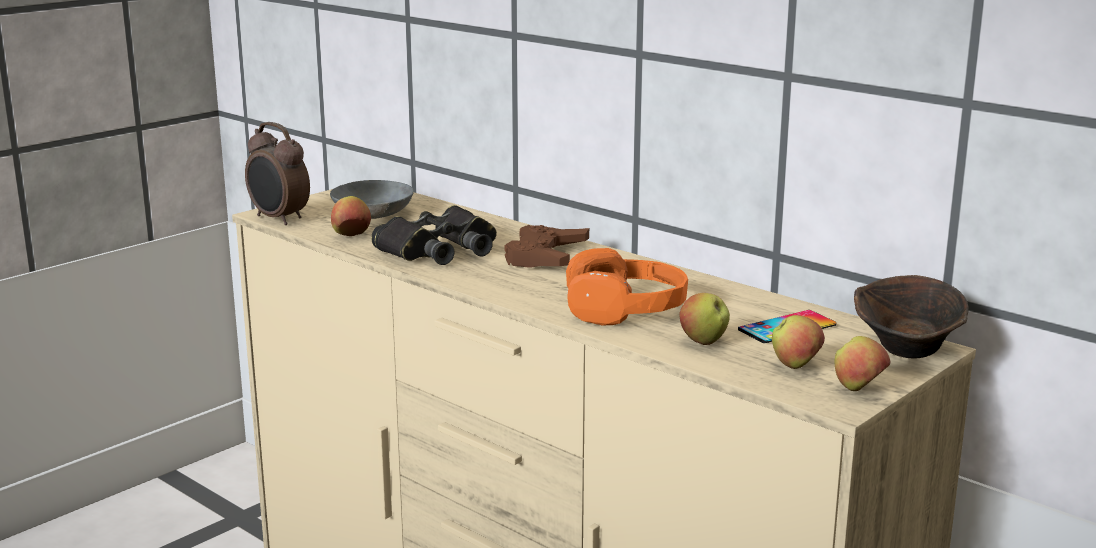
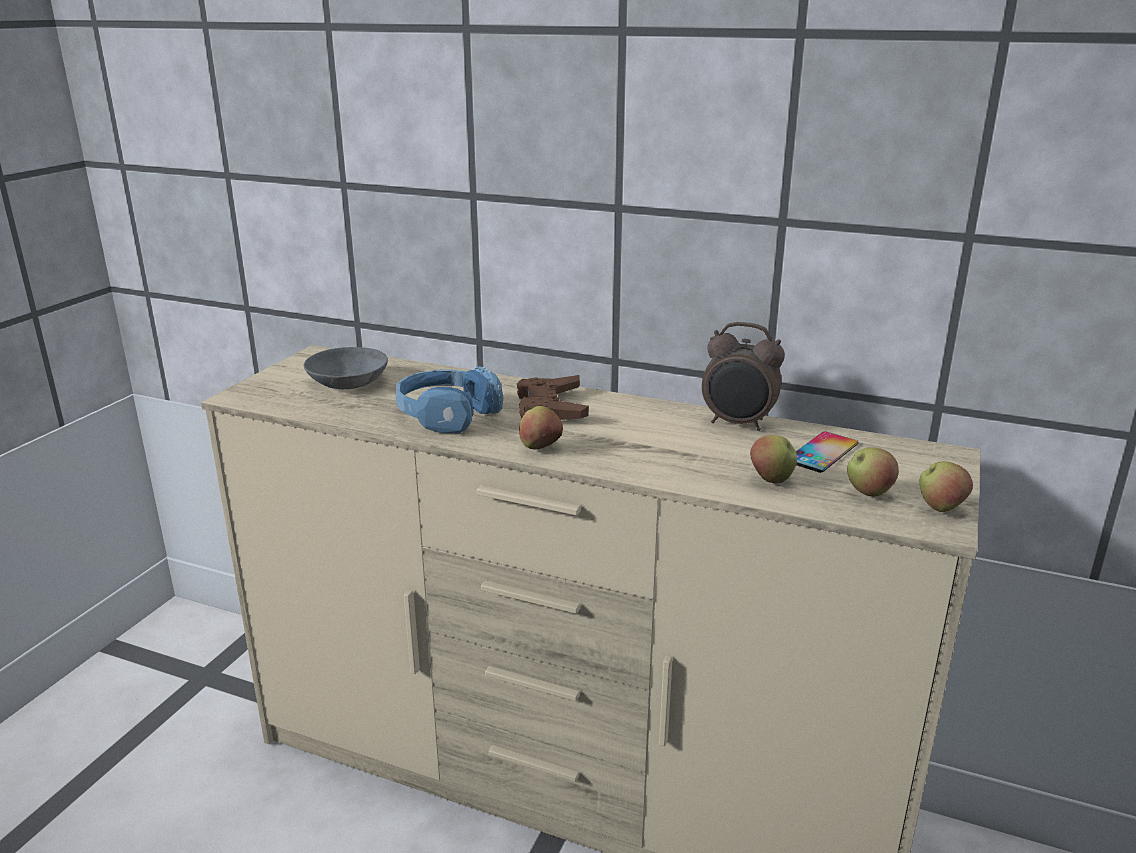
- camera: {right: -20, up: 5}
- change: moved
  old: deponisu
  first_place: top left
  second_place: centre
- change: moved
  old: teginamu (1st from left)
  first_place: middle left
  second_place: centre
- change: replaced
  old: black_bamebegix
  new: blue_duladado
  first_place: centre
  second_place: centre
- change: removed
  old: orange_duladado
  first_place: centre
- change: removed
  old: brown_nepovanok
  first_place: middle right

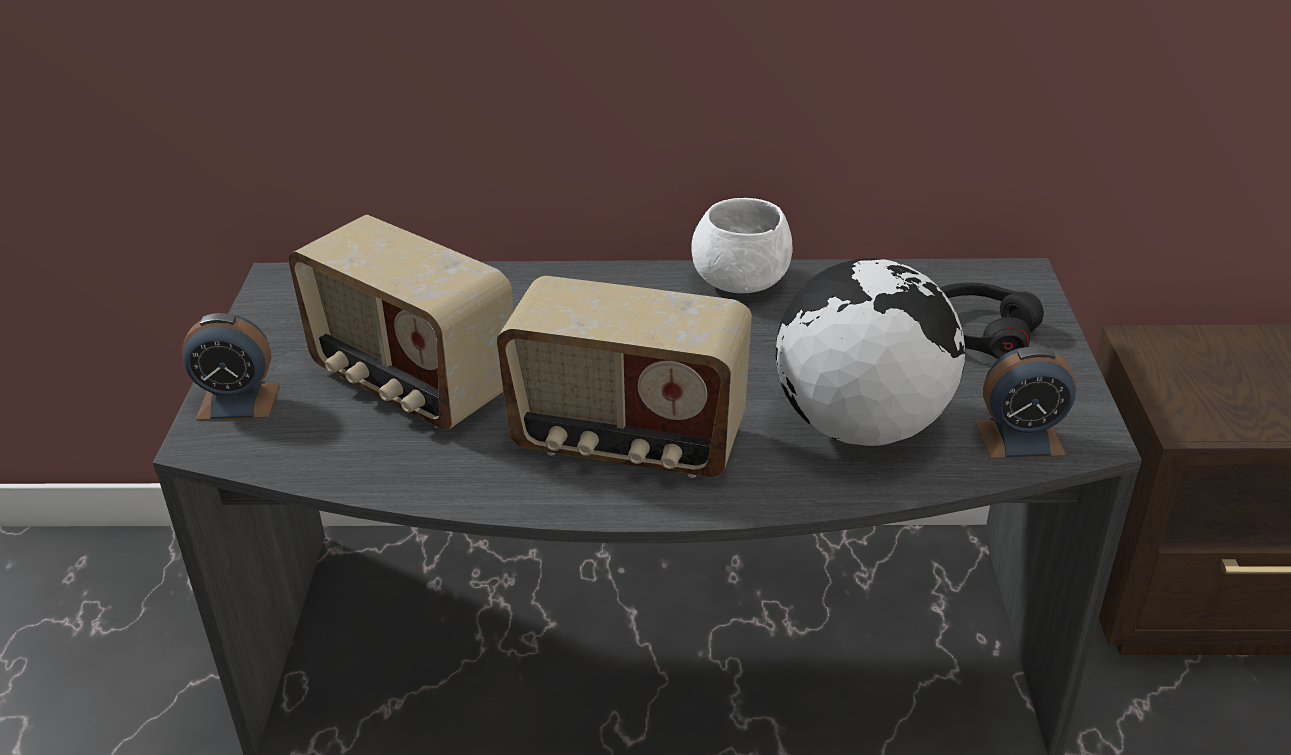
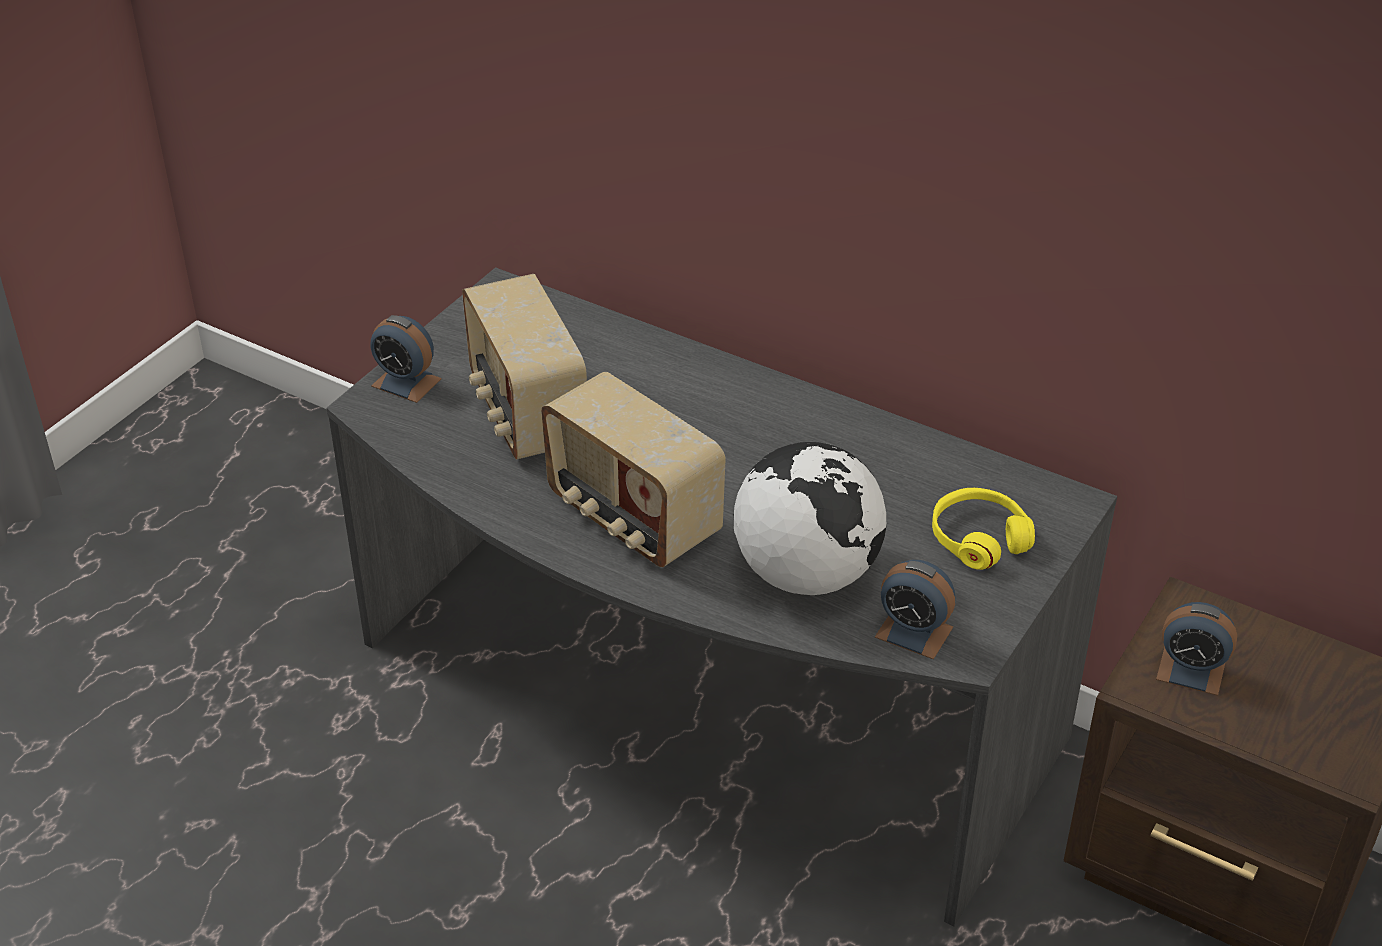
- camera: {right: 30, up: 5}
- change: removed
  old: white_nepovanok
  first_place: top centre
- change: recoloured
  old: black_duladado
  new: yellow_duladado
  first_place: middle right
  second_place: middle right
- change: added
  new: deponisu (3rd from left)
  second_place: bottom right

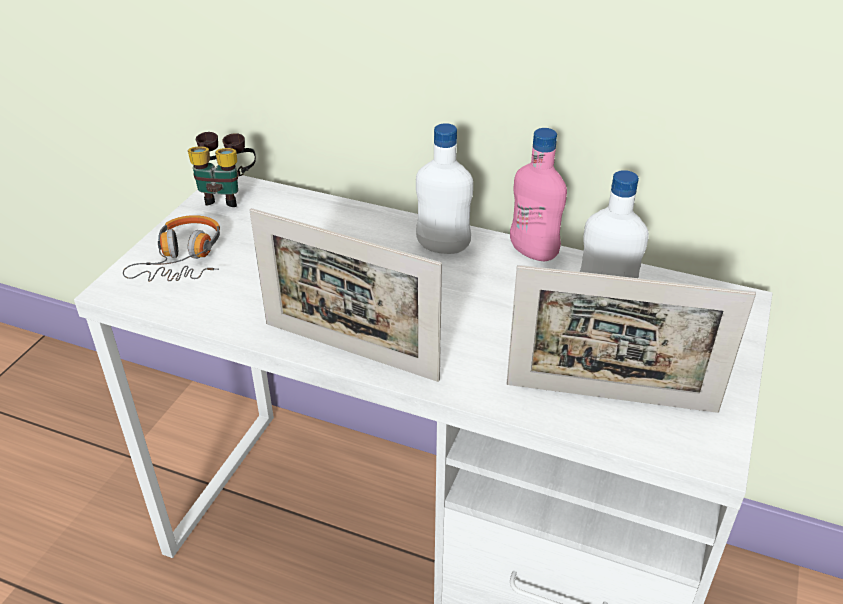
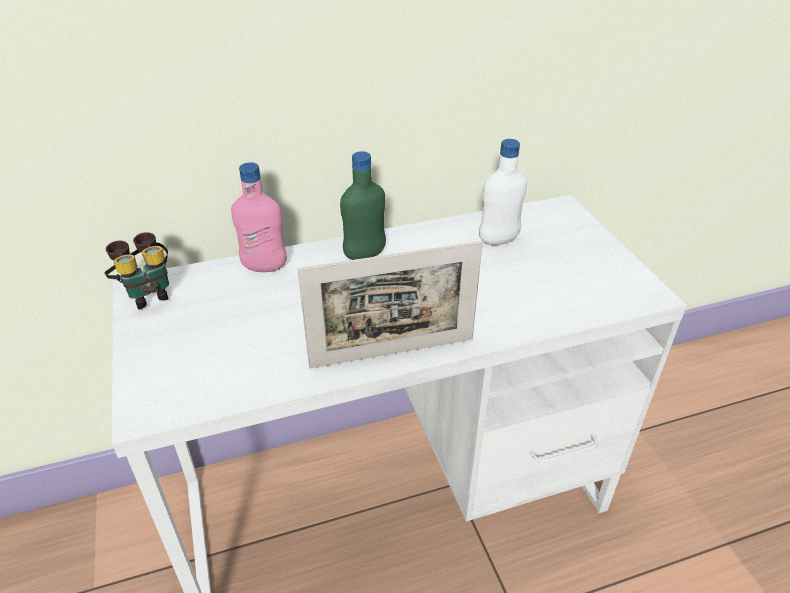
- camera: {right: -40, up: 0}
- change: removed
  old: duladado
  first_place: middle left
- change: recoloured
  old: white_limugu (1st from left)
  new: green_limugu
  first_place: top centre
  second_place: centre
- change: removed
  old: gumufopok (2nd from left)
  first_place: middle right
- change: moved
  old: pink_limugu
  first_place: top centre
  second_place: middle left

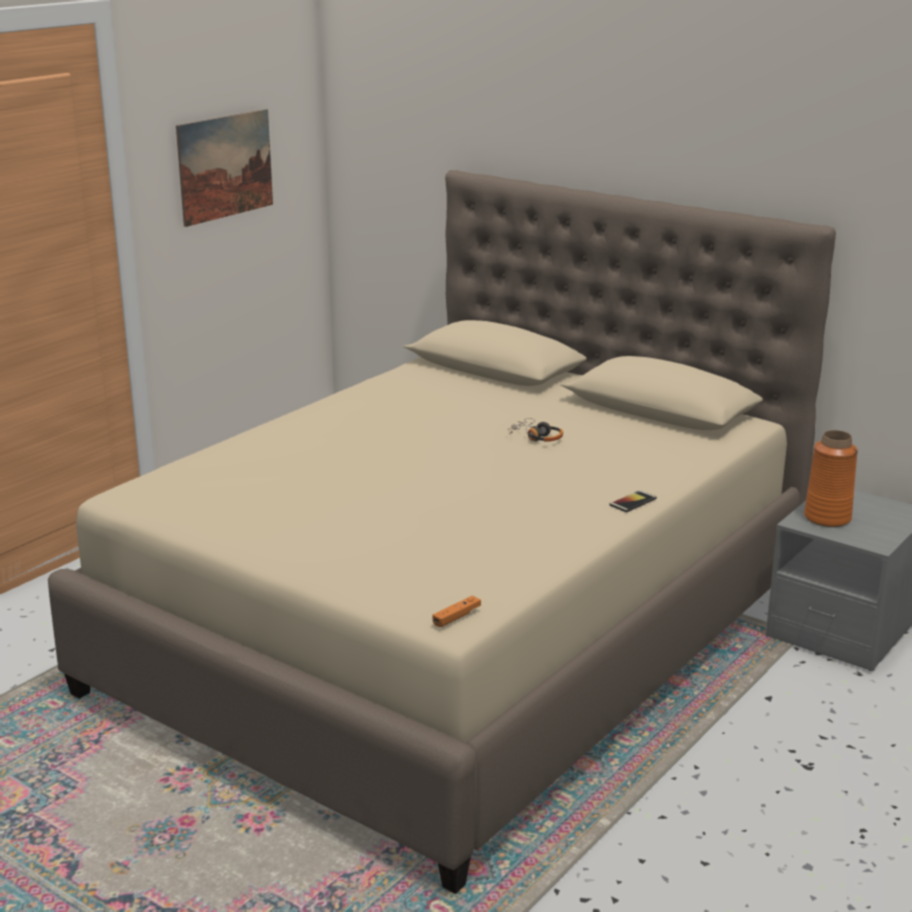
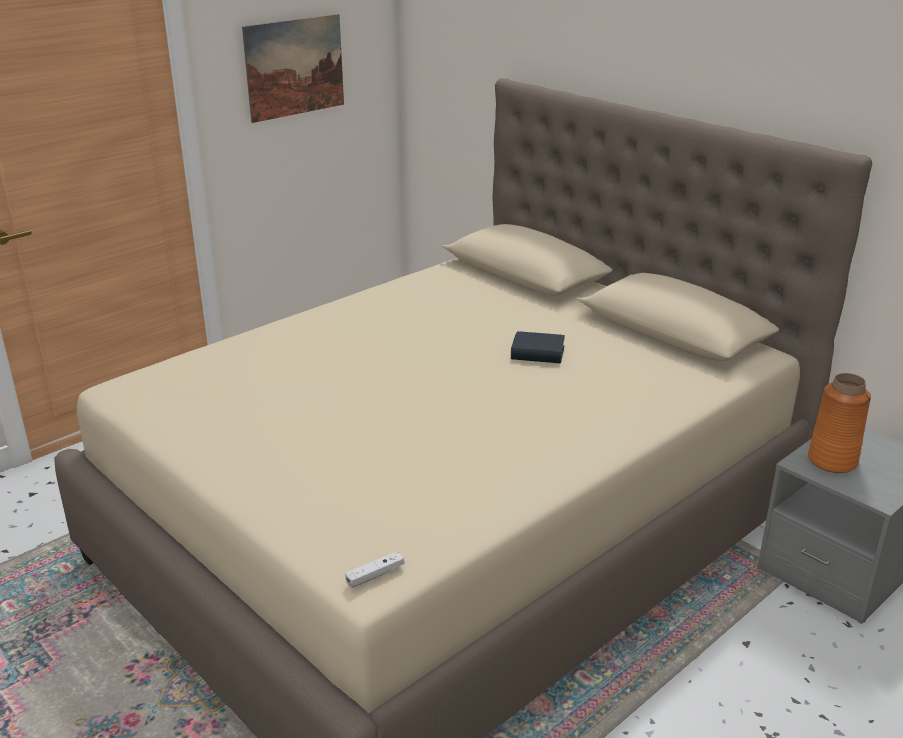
- camera: {right: 10, up: 5}
- change: recoloured
  old: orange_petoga
  new: white_petoga
  first_place: bottom centre
  second_place: bottom centre
- change: replaced
  old: duladado
  new: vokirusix
  first_place: centre
  second_place: centre
- change: removed
  old: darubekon
  first_place: middle right

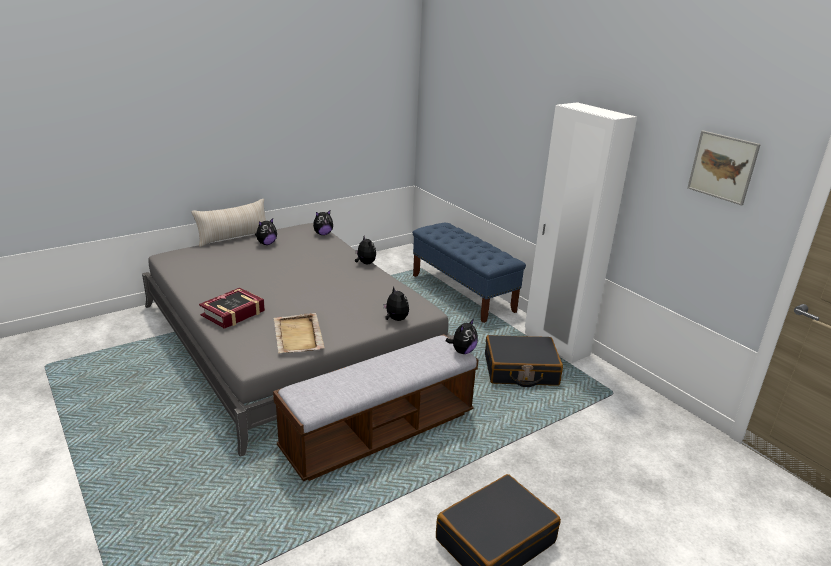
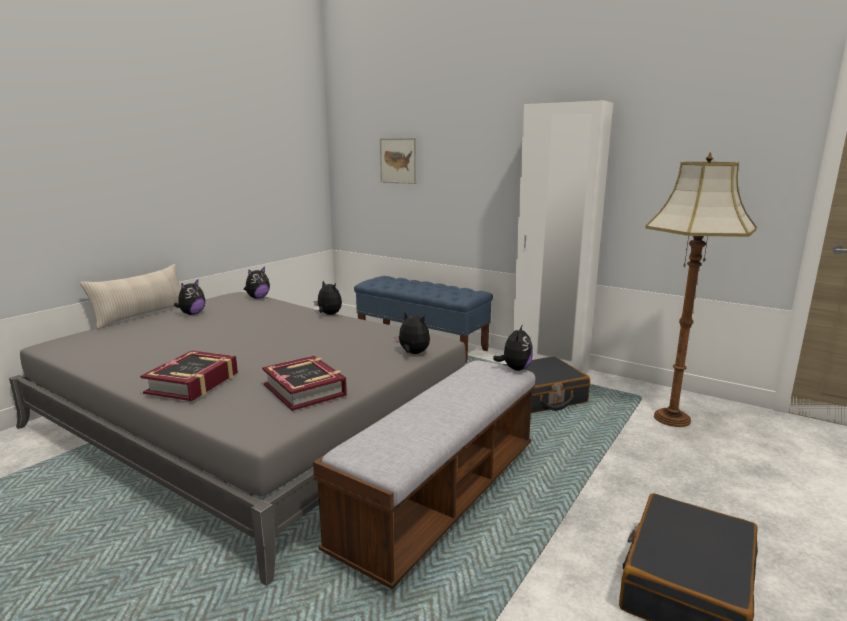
- camera: {right: -20, up: -10}
- change: replaced
  old: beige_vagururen
  new: vokirusix (2nd from left)
  first_place: centre
  second_place: centre
- change: moved
  old: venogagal
  first_place: top right
  second_place: top centre
- change: added
  new: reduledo
  second_place: middle right

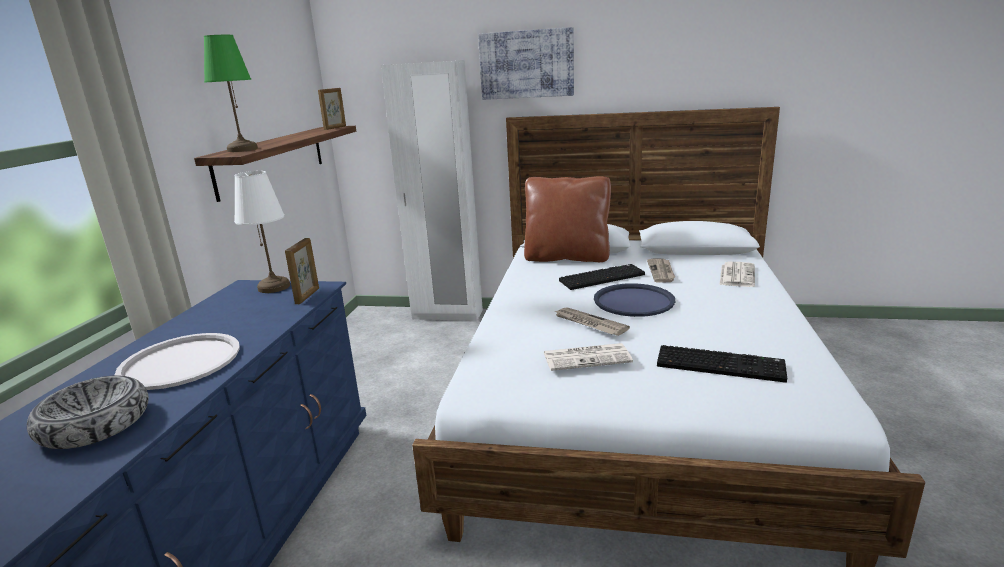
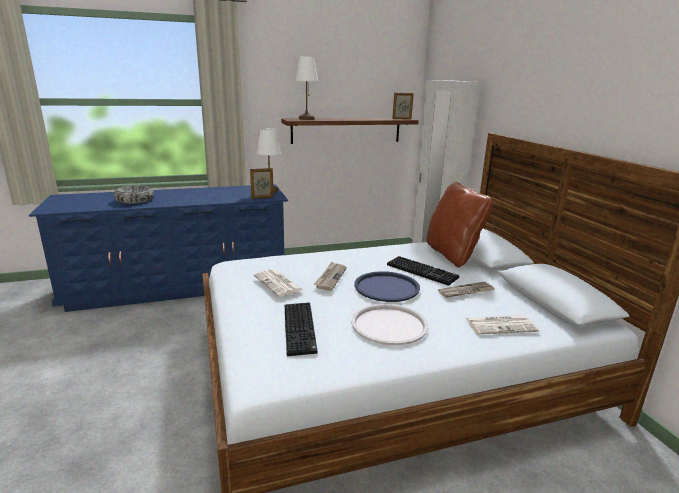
- camera: {right: 60, up: 0}
- change: moved
  old: white_vagururen
  first_place: middle left
  second_place: centre
- change: recoloured
  old: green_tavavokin
  new: white_tavavokin (2nd from left)
  first_place: top left
  second_place: top centre
- change: removed
  old: venogagal
  first_place: top centre

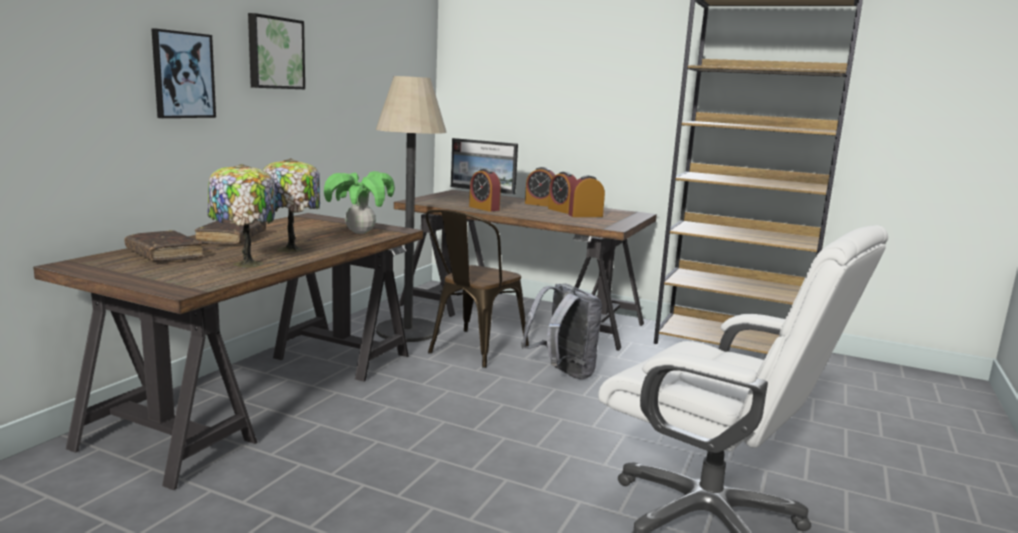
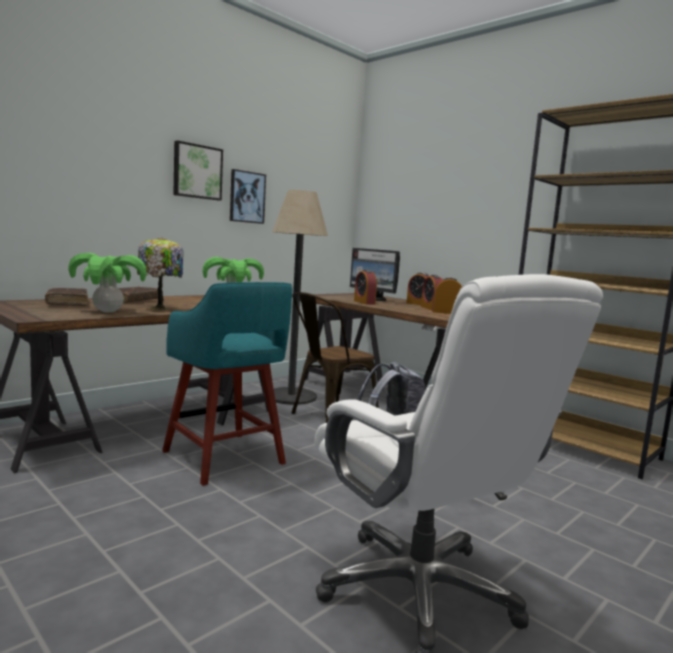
- camera: {right: 20, up: -5}
- change: moved
  old: venogagal (1st from left in the first image)
  new: venogagal (2nd from left)
  first_place: top left
  second_place: top centre
- change: replaced
  old: tavavokin (1st from left)
  new: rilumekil (1st from left)
  first_place: middle left
  second_place: middle left
- change: added
  new: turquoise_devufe
  second_place: centre

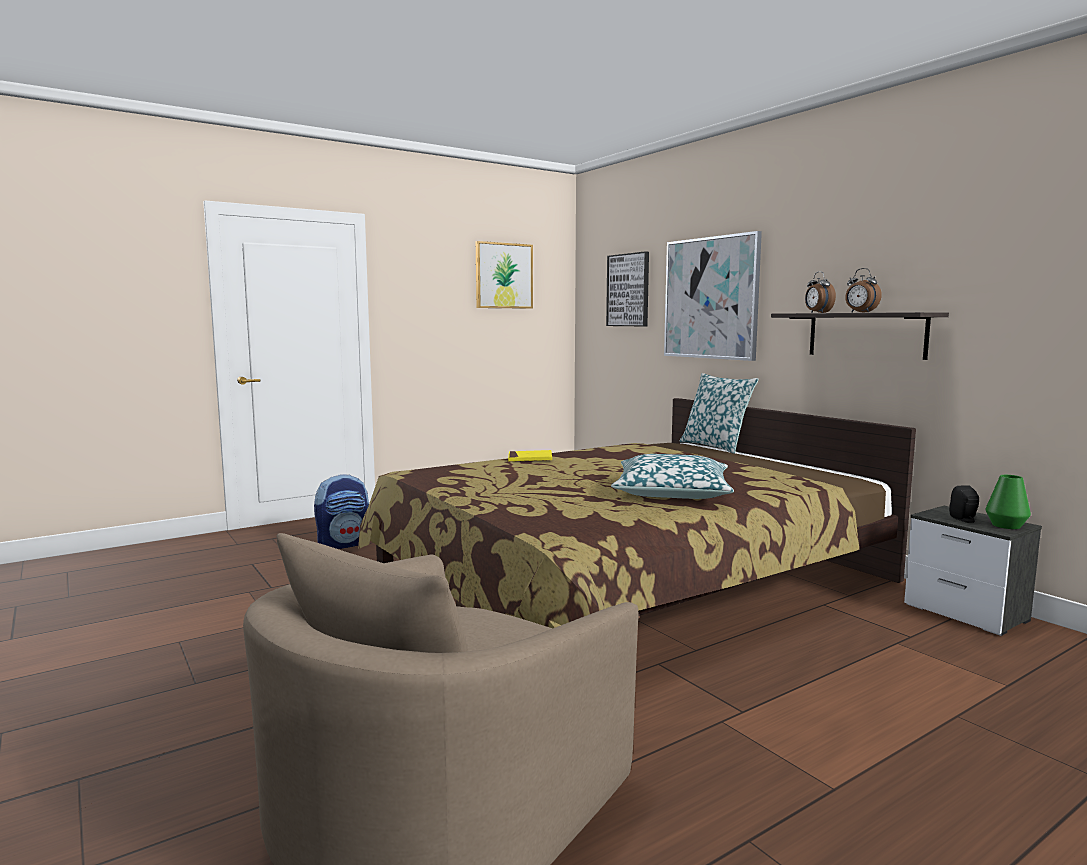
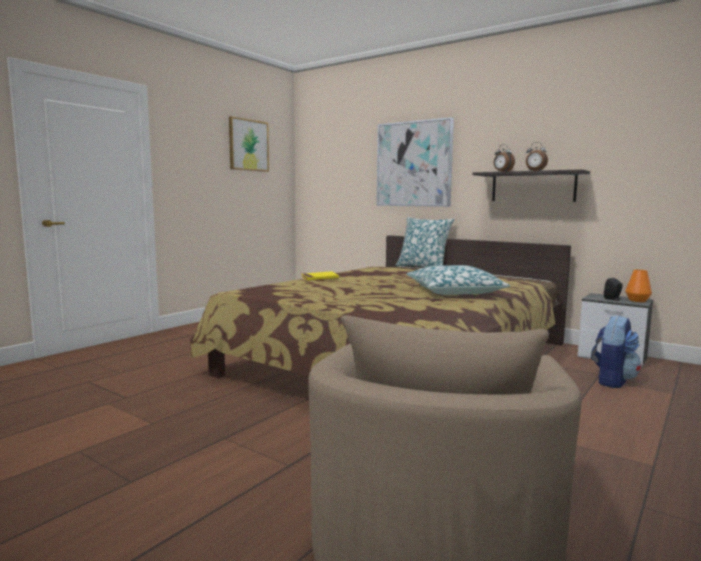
- camera: {right: -20, up: 0}
- change: moved
  old: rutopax
  first_place: middle left
  second_place: middle right
- change: removed
  old: venogagal (2nd from left)
  first_place: top centre
- change: recoloured
  old: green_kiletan
  new: orange_kiletan
  first_place: middle right
  second_place: middle right

